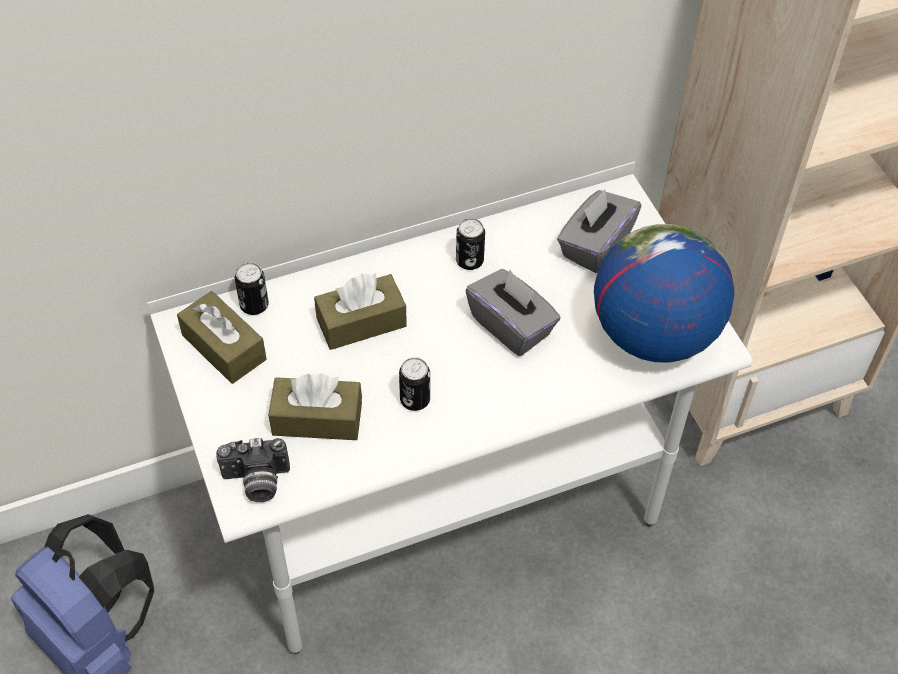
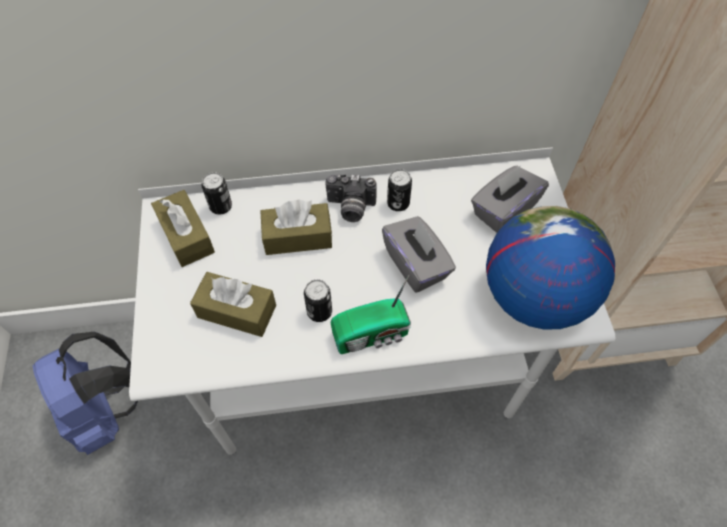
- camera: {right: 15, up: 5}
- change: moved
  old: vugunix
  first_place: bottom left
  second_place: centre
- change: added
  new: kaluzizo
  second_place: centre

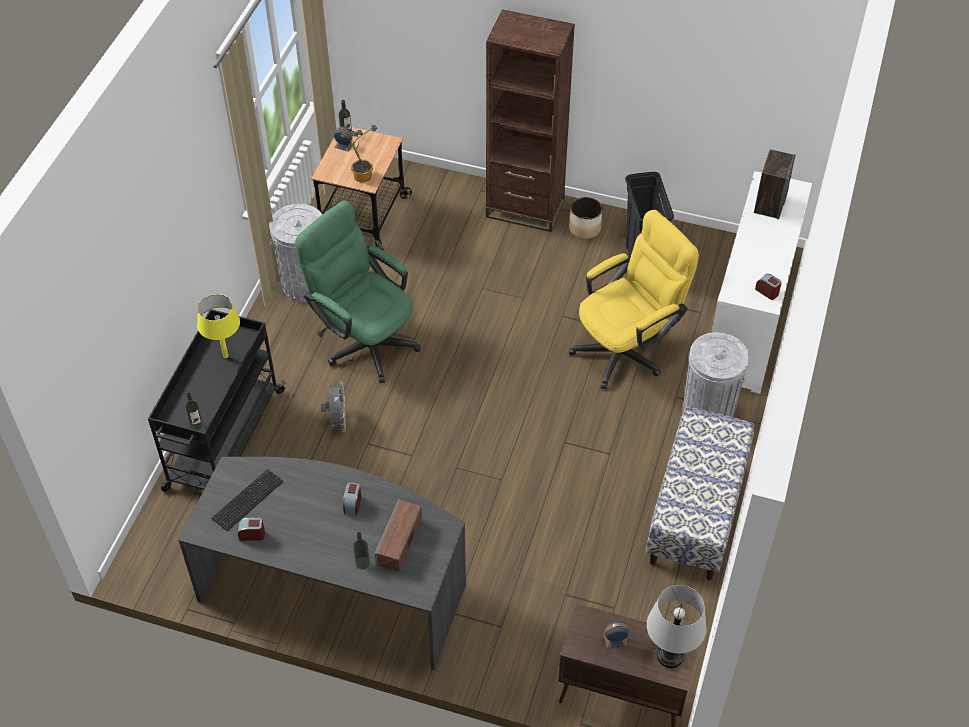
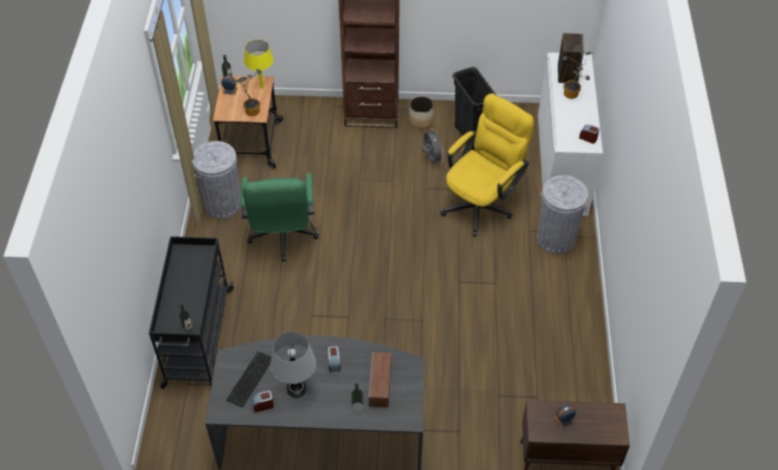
- camera: {right: -15, up: 0}
- change: moved
  old: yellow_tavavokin
  first_place: middle left
  second_place: top left
- change: turned
  old: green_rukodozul
  first_place: centre
  second_place: centre
  degrees: -120
- change: moved
  old: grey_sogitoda
  first_place: centre
  second_place: top centre
- change: removed
  old: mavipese
  first_place: bottom right
- change: moved
  old: grey_tavavokin
  first_place: bottom right
  second_place: bottom centre
- change: added
  new: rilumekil (2nd from left)
  second_place: top right

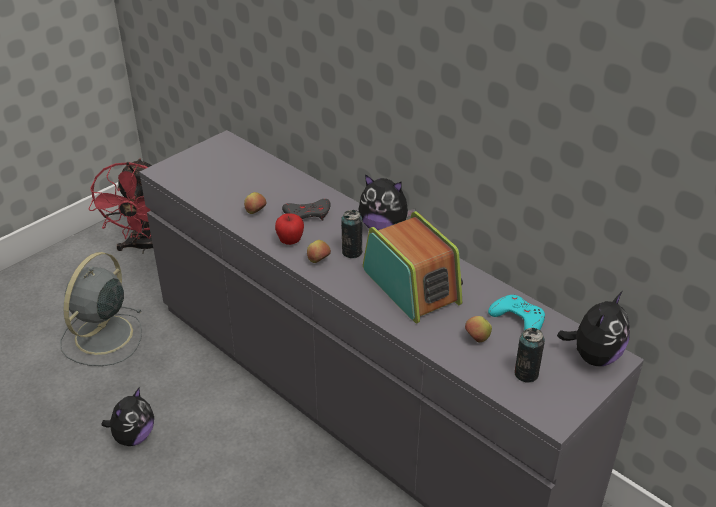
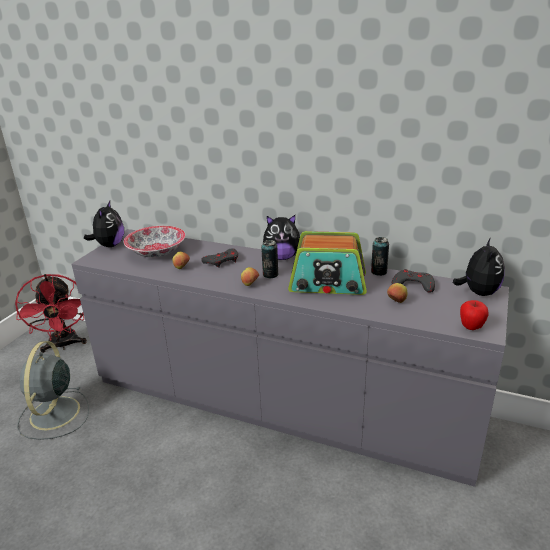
- camera: {right: -20, up: -10}
- change: moved
  old: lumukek (1st from left)
  first_place: bottom left
  second_place: middle left
- change: moved
  old: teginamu (2nd from left in the first image)
  new: teginamu (4th from left)
  first_place: centre
  second_place: middle right
- change: turned
  old: kaluzizo
  first_place: centre
  second_place: centre
  degrees: 150
- change: recoloured
  old: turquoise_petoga
  new: grey_petoga (2nd from left)
  first_place: middle right
  second_place: middle right
- change: moved
  old: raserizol (2nd from left)
  first_place: bottom right
  second_place: middle right
- change: added
  new: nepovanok
  second_place: middle left

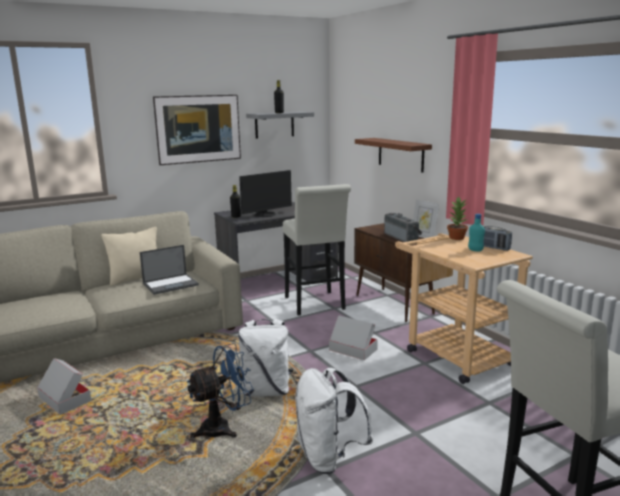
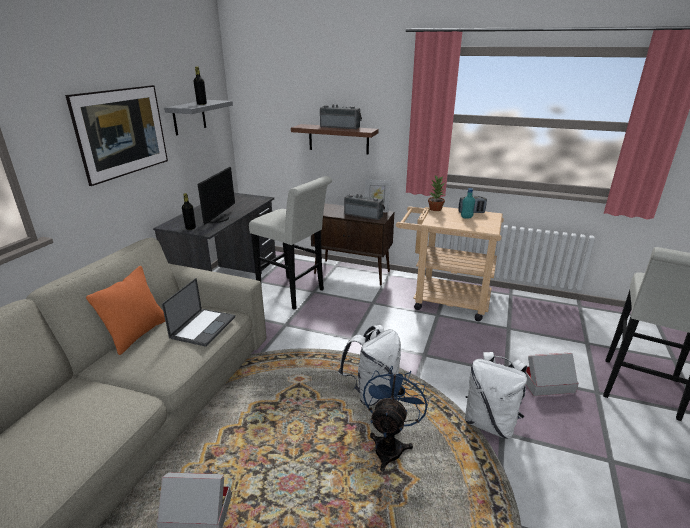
- camera: {right: -40, up: 10}
- change: recoloured
  old: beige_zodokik
  new: orange_zodokik
  first_place: middle left
  second_place: middle left
- change: moved
  old: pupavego (2nd from left)
  first_place: bottom centre
  second_place: bottom right
- change: added
  new: kaluzizo (1st from left)
  second_place: top centre

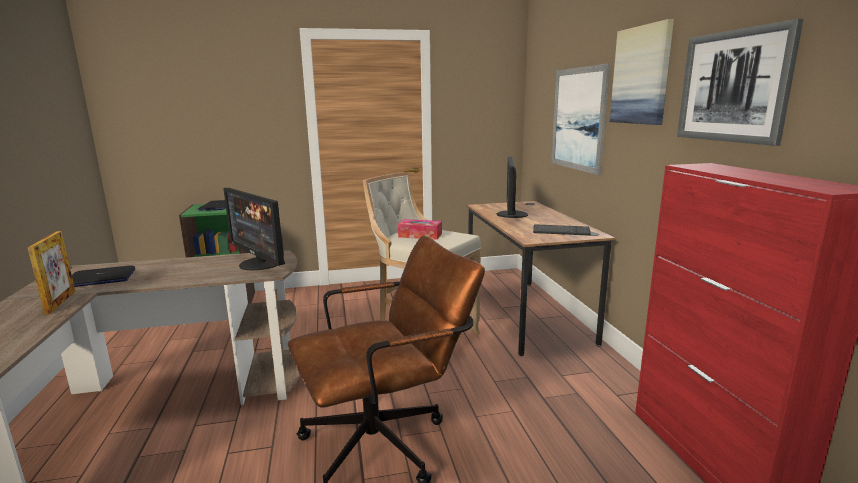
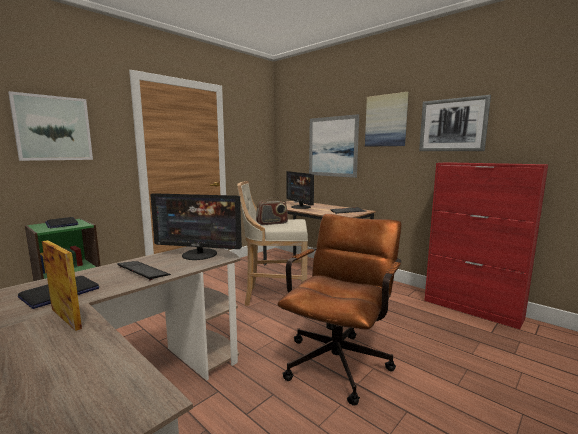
- camera: {right: -35, up: -5}
- change: replaced
  old: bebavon
  new: kaluzizo
  first_place: centre
  second_place: centre
- change: added
  new: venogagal (1st from left)
  second_place: top left
- change: added
  new: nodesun (1st from left)
  second_place: middle left

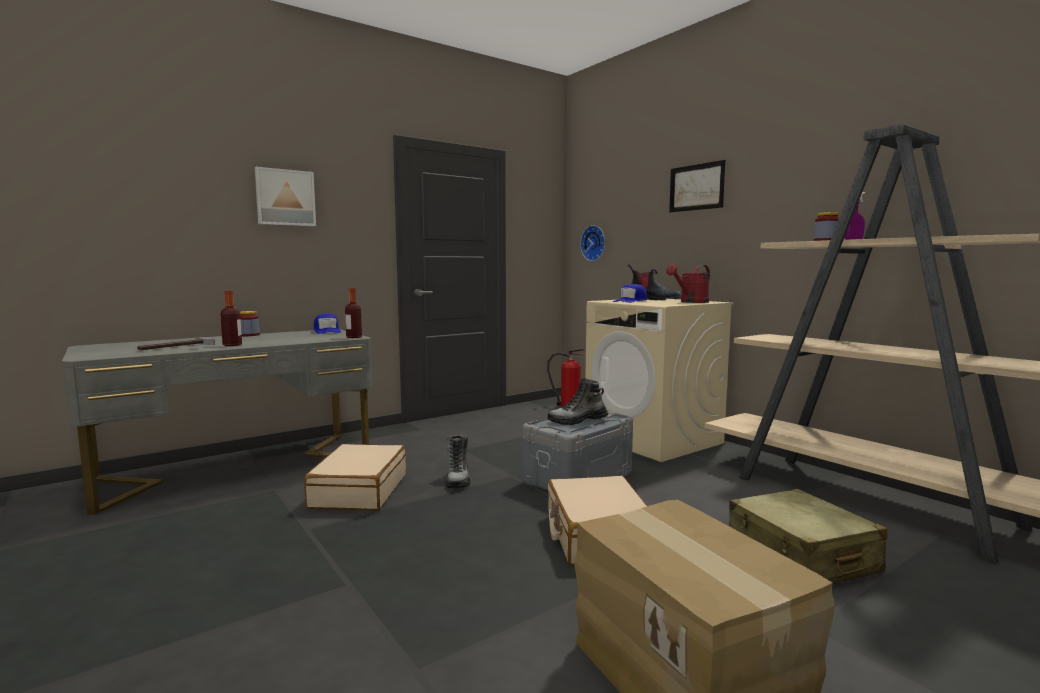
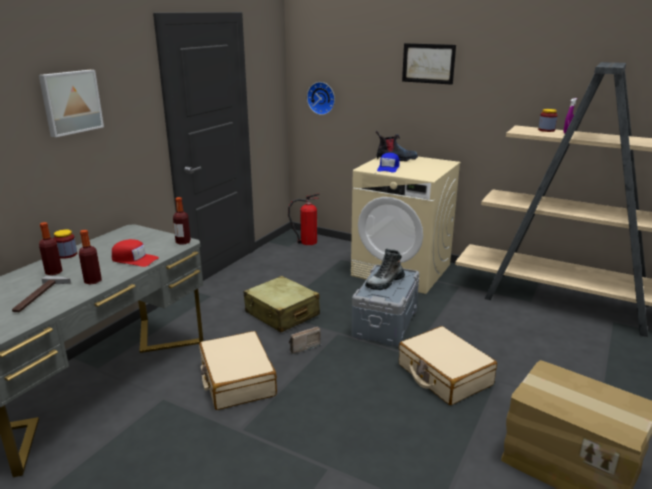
- camera: {right: -25, up: 15}
- change: removed
  old: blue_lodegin (1st from left)
  first_place: middle left
- change: replaced
  old: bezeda (1st from left)
  new: kaluzizo
  first_place: centre
  second_place: bottom centre
- change: removed
  old: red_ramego
  first_place: centre
- change: moved
  old: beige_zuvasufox (3rd from left in the first image)
  new: beige_zuvasufox (2nd from left)
  first_place: bottom right
  second_place: centre
- change: added
  new: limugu (1st from left)
  second_place: middle left
- change: added
  new: red_lodegin
  second_place: middle left

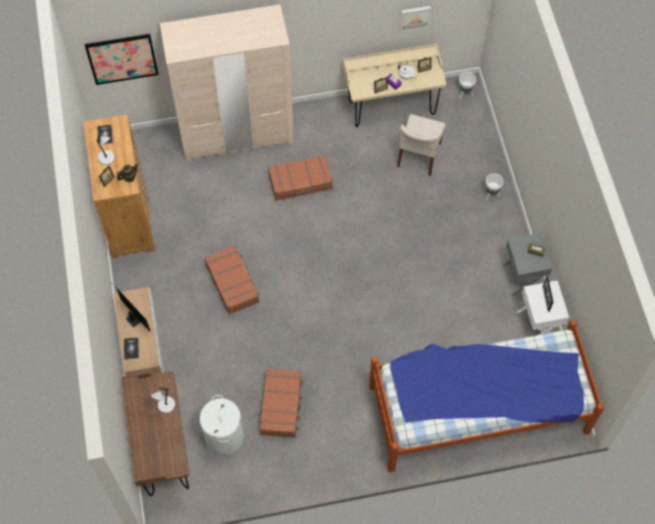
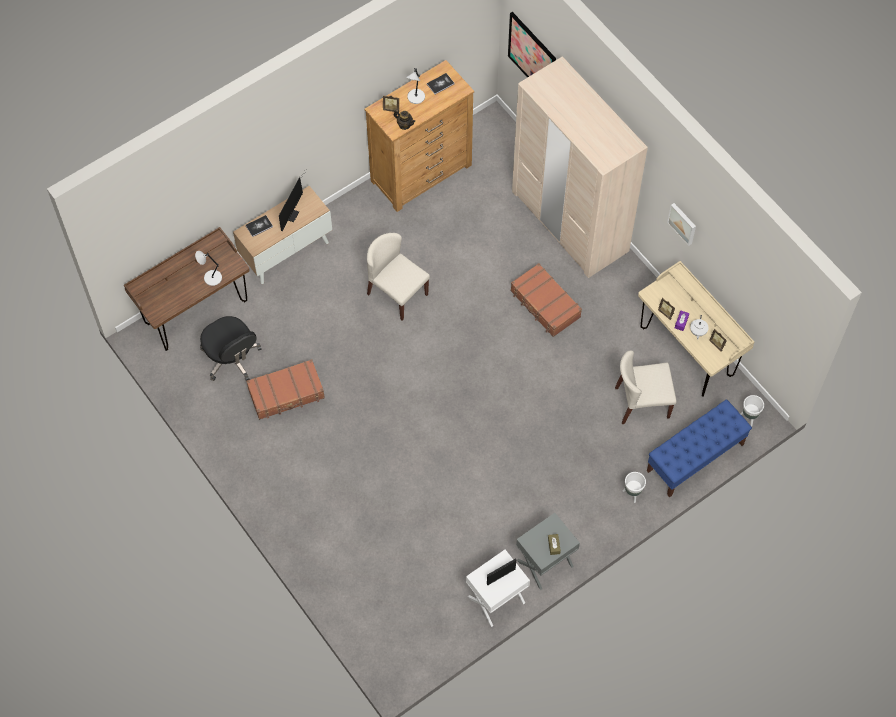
- camera: {right: 65, up: 0}
- change: replaced
  old: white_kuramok
  new: black_rukodozul
  first_place: bottom centre
  second_place: middle left
- change: replaced
  old: brown_zuvasufox (1st from left)
  new: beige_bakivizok (1st from left)
  first_place: centre
  second_place: centre
- change: removed
  old: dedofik
  first_place: bottom right
- change: moved
  old: venogagal (2nd from left)
  first_place: top centre
  second_place: top right
- change: added
  new: blue_mavipese
  second_place: middle right

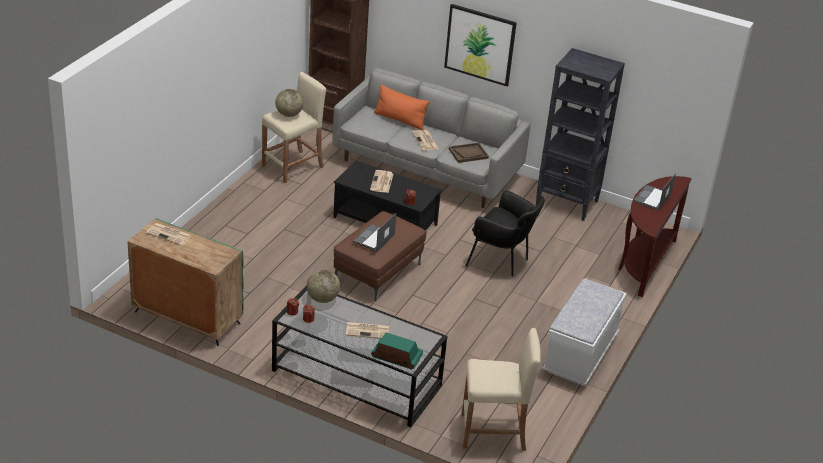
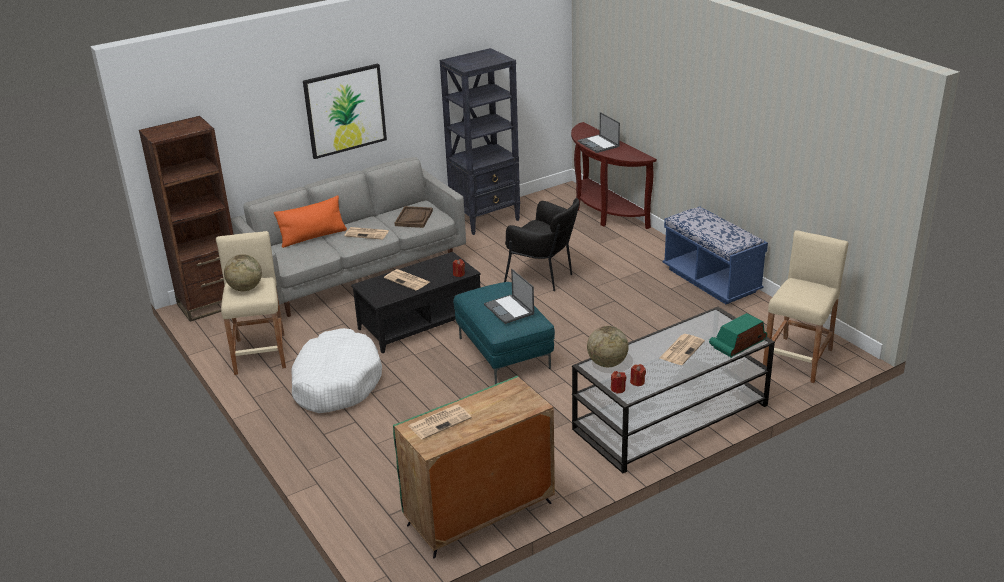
- camera: {right: -55, up: -5}
- change: recoloured
  old: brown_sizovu
  new: turquoise_sizovu
  first_place: centre
  second_place: centre
- change: turned
  old: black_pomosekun
  first_place: centre
  second_place: centre
  degrees: 60
- change: recoloured
  old: white_mavipese
  new: blue_mavipese
  first_place: bottom right
  second_place: middle right
- change: added
  new: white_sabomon
  second_place: centre

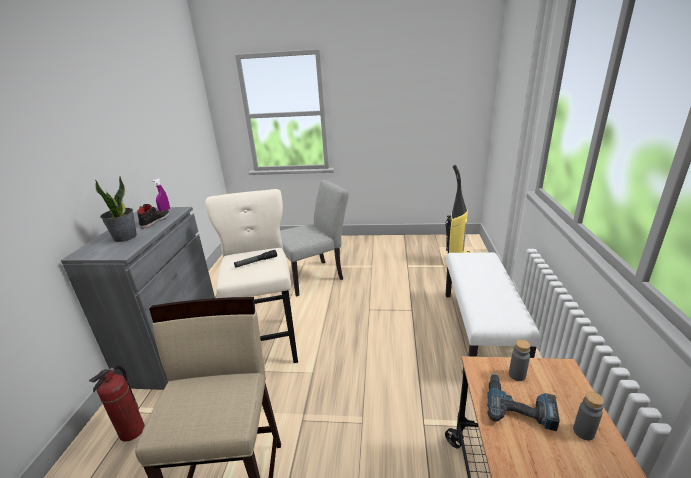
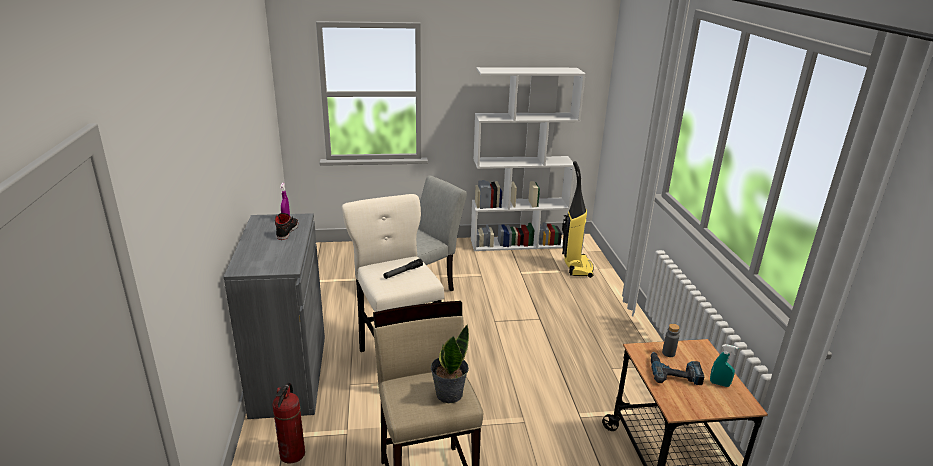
- camera: {right: -15, up: 0}
- change: moved
  old: rilumekil
  first_place: middle left
  second_place: bottom centre
- change: removed
  old: white_mavipese
  first_place: middle right
- change: replaced
  old: grey_limugu (2nd from left)
  new: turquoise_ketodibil
  first_place: bottom right
  second_place: bottom right
- change: added
  new: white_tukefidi
  second_place: centre

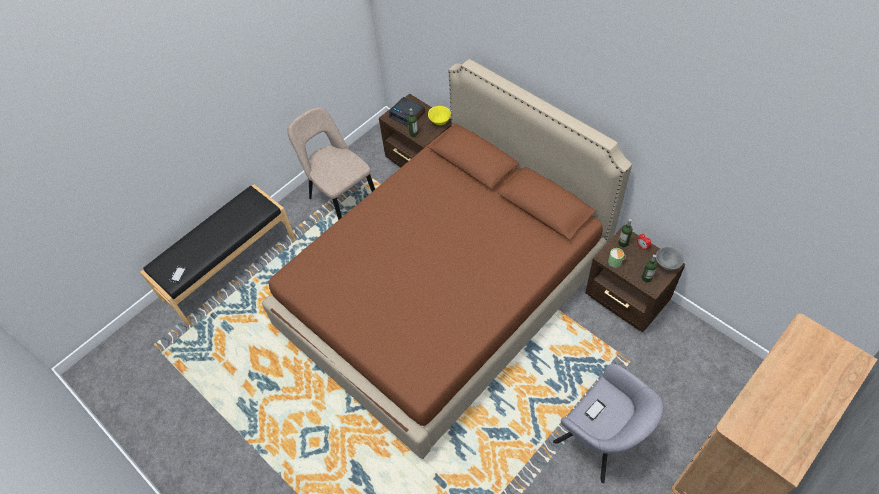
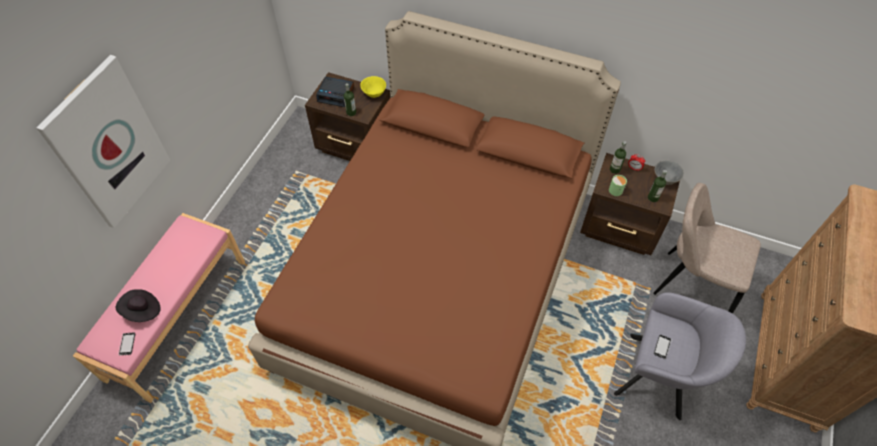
- camera: {right: -25, up: 0}
- change: recoloured
  old: black_mavipese
  new: pink_mavipese
  first_place: middle left
  second_place: bottom left
- change: moved
  old: beige_bakivizok
  first_place: top centre
  second_place: middle right
- change: added
  new: venogagal
  second_place: top left
- change: added
  new: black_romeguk
  second_place: bottom left

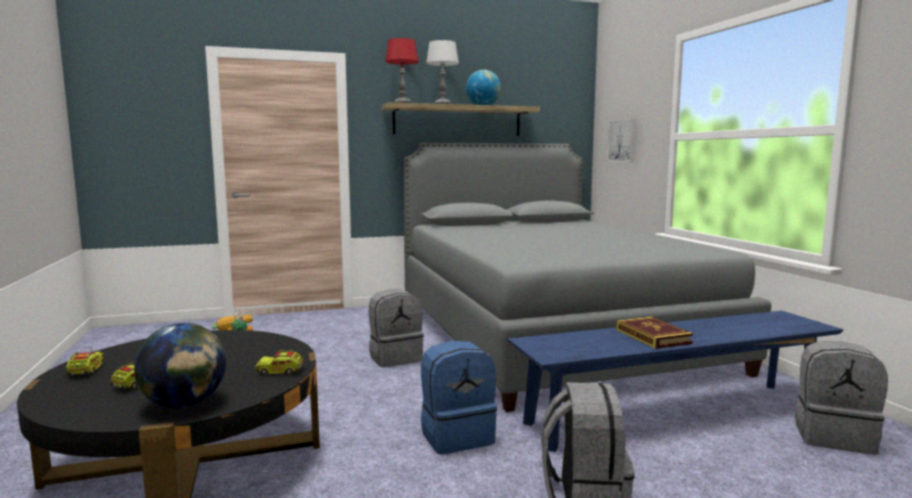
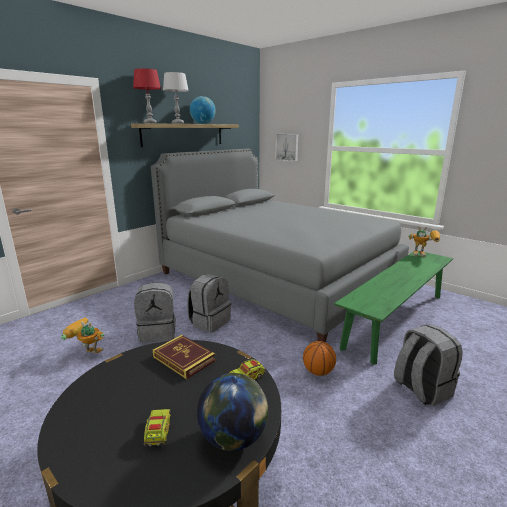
- camera: {right: -30, up: 10}
- change: removed
  old: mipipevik (1st from left)
  first_place: bottom left
- change: replaced
  old: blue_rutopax
  new: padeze
  first_place: bottom centre
  second_place: bottom centre
- change: recoloured
  old: blue_mavipese
  new: green_mavipese
  first_place: bottom right
  second_place: middle right
- change: moved
  old: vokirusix
  first_place: bottom right
  second_place: bottom centre
- change: moved
  old: grey_rutopax (3rd from left in the first image)
  new: grey_rutopax (1st from left)
  first_place: bottom right
  second_place: middle left
- change: added
  new: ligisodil (2nd from left)
  second_place: middle right

